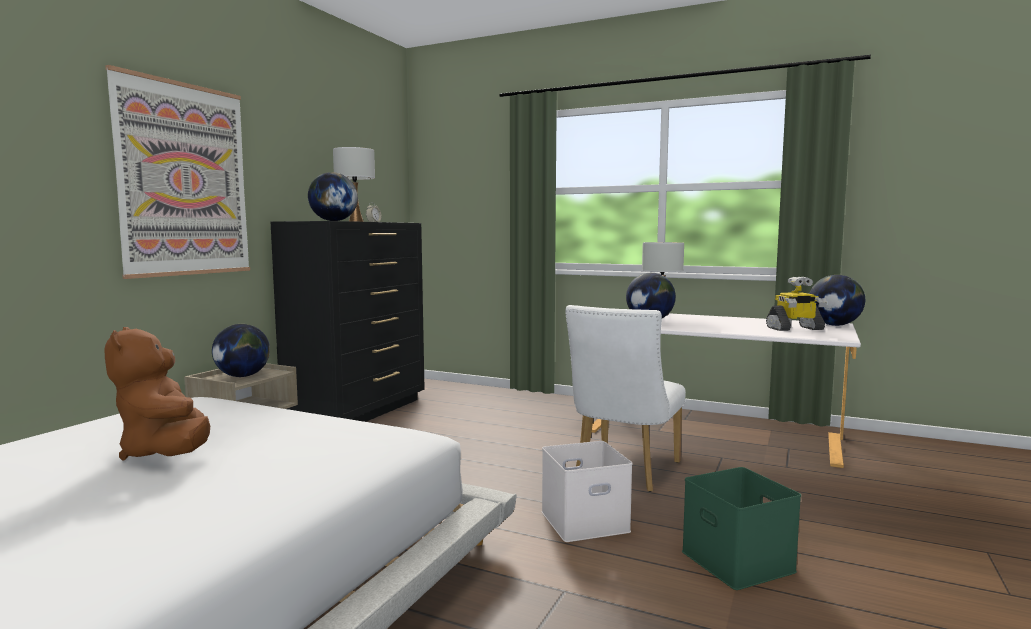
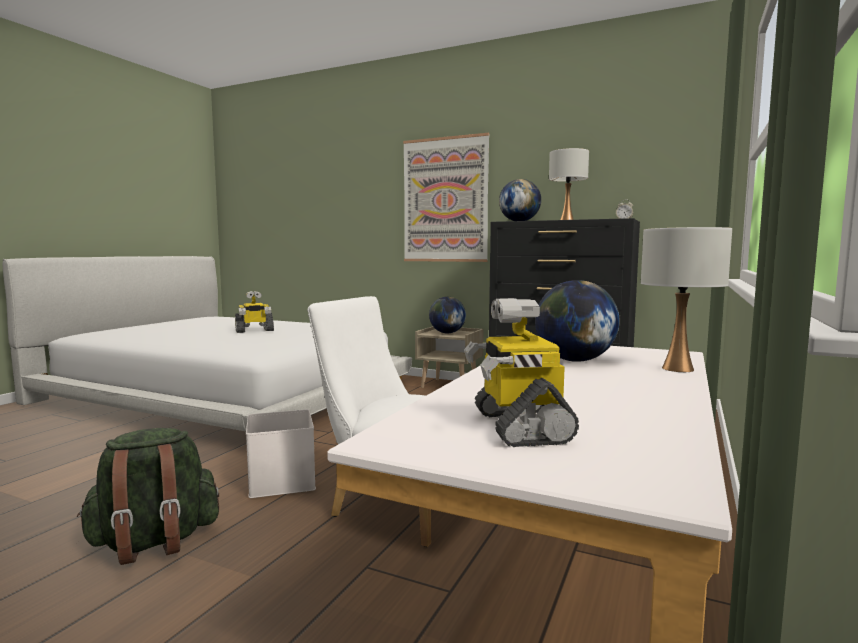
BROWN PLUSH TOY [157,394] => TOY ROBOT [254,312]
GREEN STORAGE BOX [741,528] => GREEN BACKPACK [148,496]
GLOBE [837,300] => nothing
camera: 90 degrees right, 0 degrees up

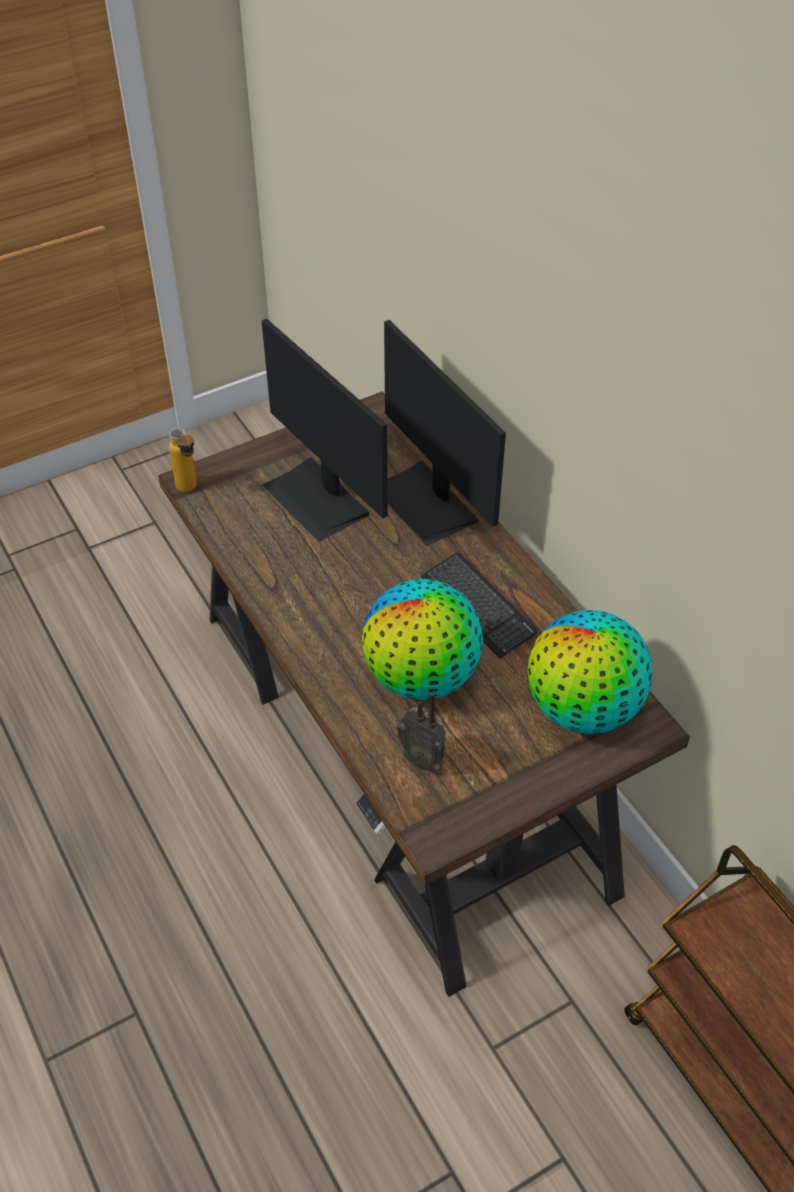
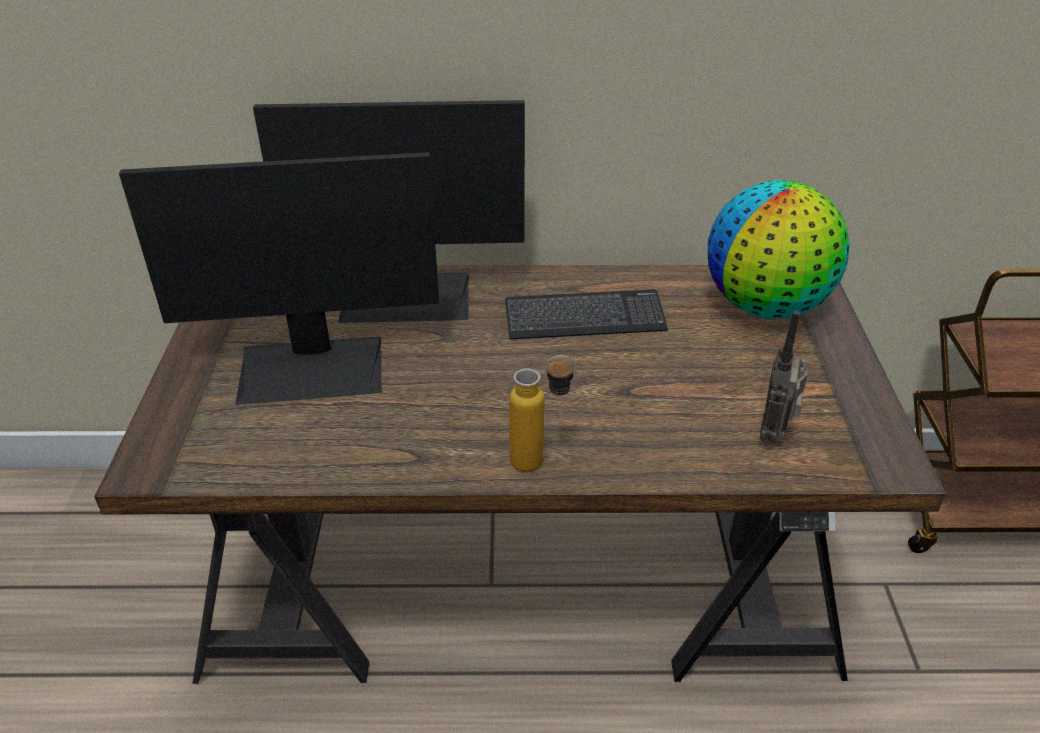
BOTTLE [183,460] => BOTTLE [542,413], shifted
GLOBE [422,639] => nothing
RADIO [421,732] => RADIO [784,376], 135 degrees clockwise
camera: 60 degrees left, 10 degrees down

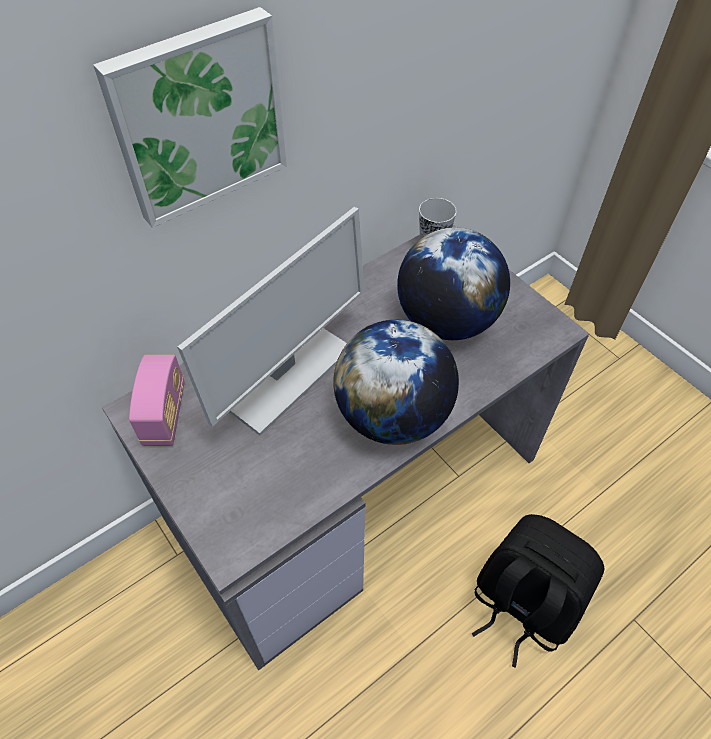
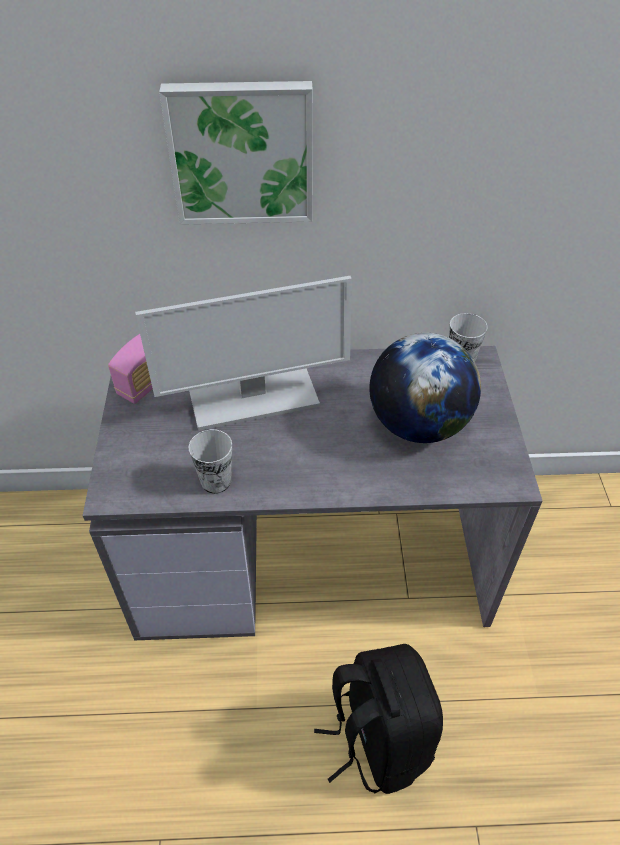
GLOBE [396,382] => nothing
nothing => CUP [210,461]
camera: 35 degrees right, 5 degrees down

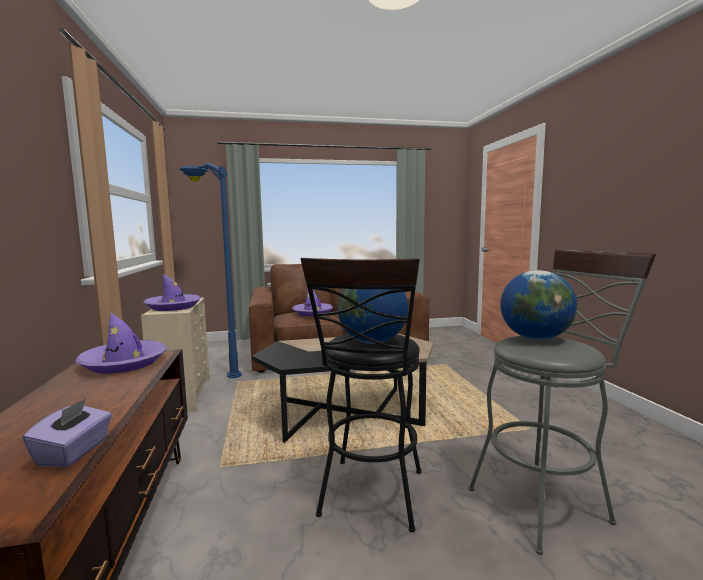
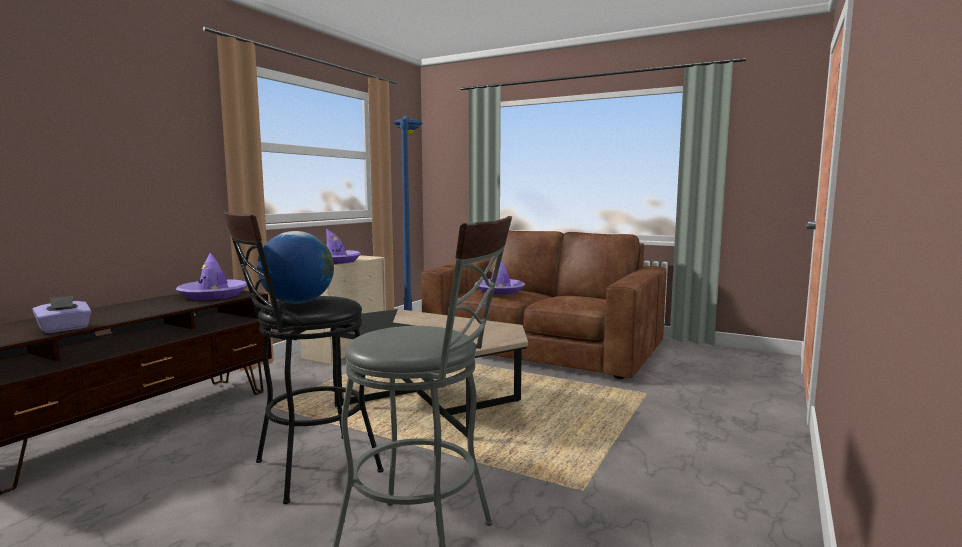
GLOBE [538,305] => nothing
camera: 40 degrees right, 0 degrees up

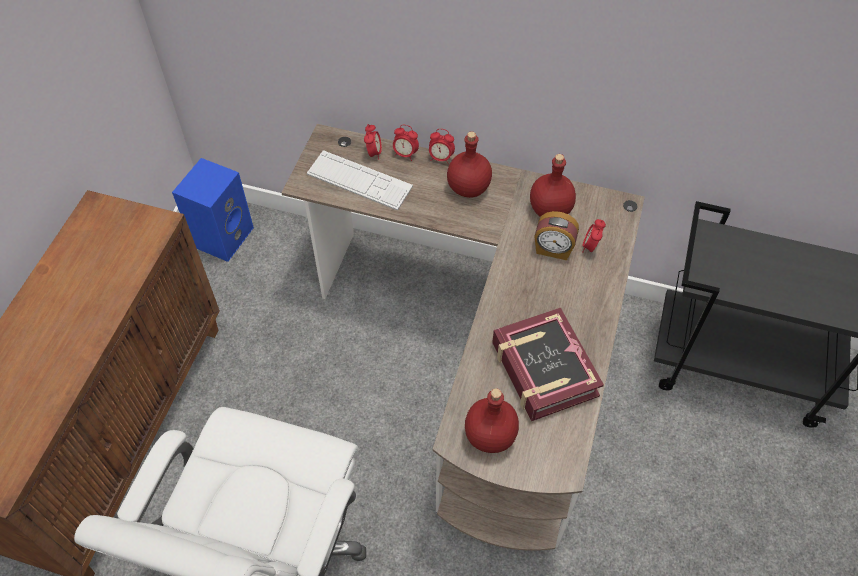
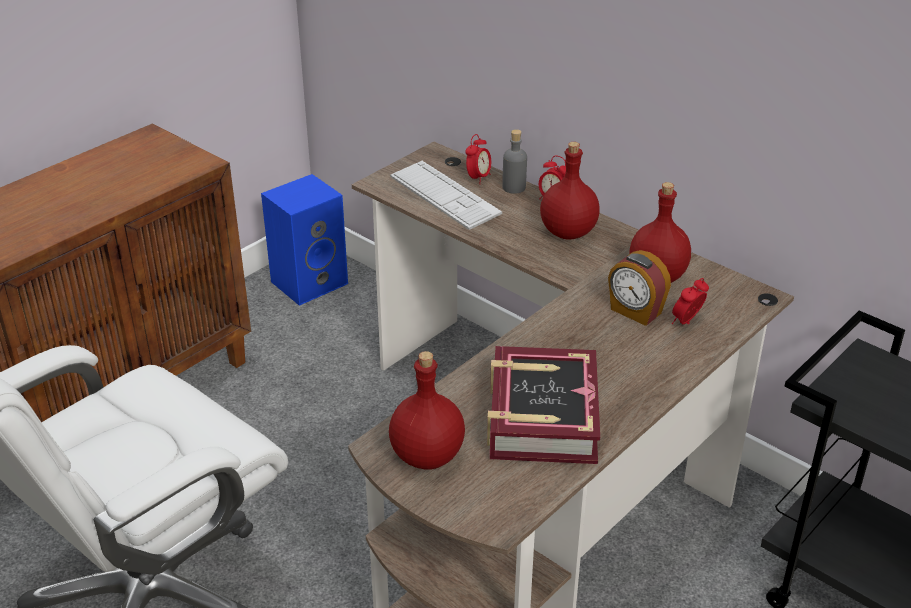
ALARM CLOCK [406,143] => GREY BOTTLE [514,161]
camera: 25 degrees right, 20 degrees down

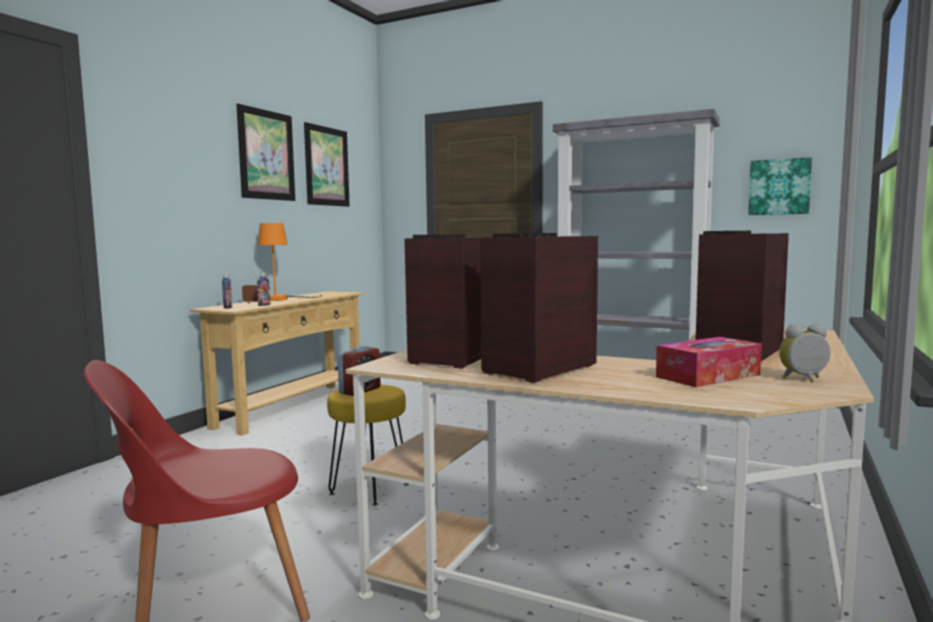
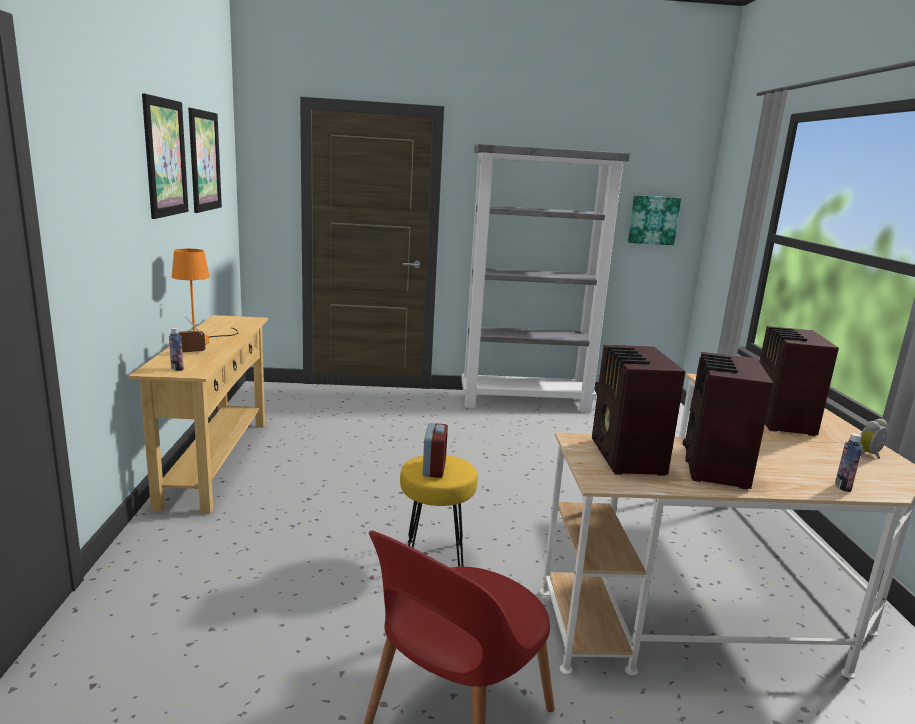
BOTTLE [263,289] => BOTTLE [849,462], shifted
TISSUE BOX [709,362] => nothing
camera: 30 degrees left, 10 degrees up

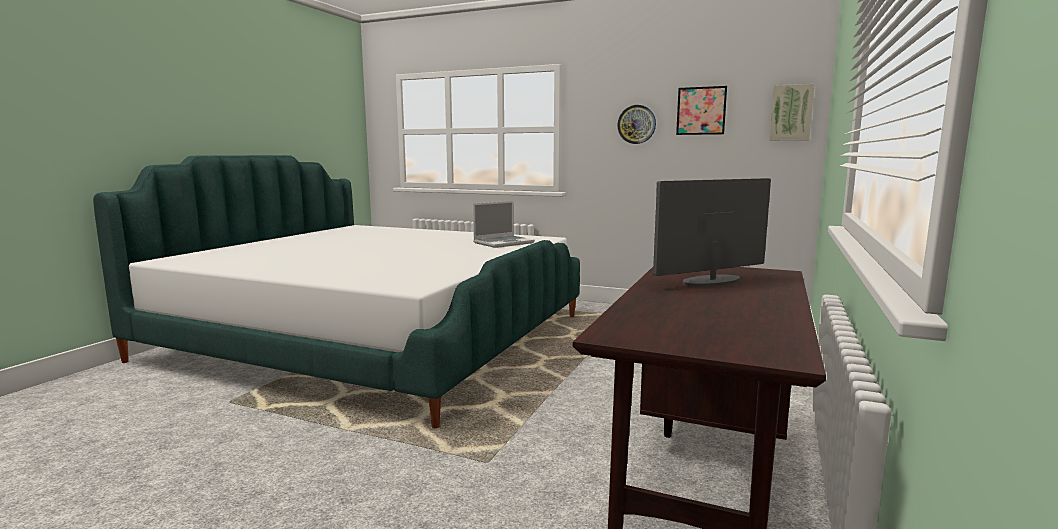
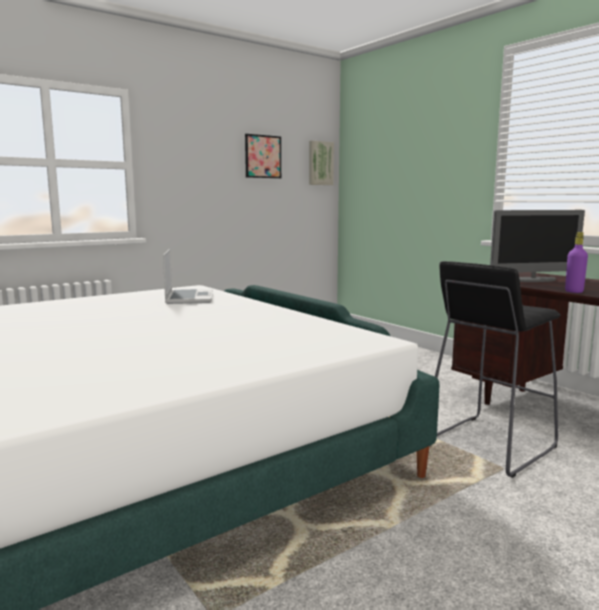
WALL CLOCK [637,124] => nothing
MONITOR [712,232] => MONITOR [537,246], 105 degrees counterclockwise
nothing => BLACK STOOL [498,369]
nothing => PURPLE BOTTLE [576,262]
camera: 60 degrees left, 0 degrees up

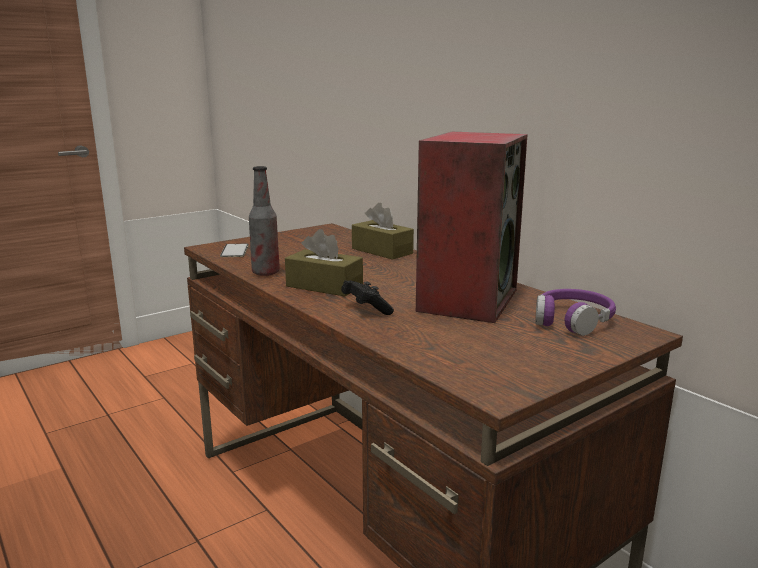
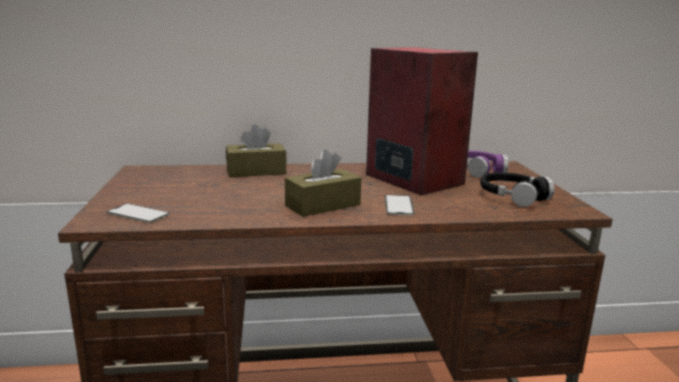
BOTTLE [264,221] => nothing
BLACK GAME CONTROLLER [367,297] => PHONE [400,205]
nothing => BLACK HEADPHONES [517,189]
camera: 60 degrees left, 0 degrees up

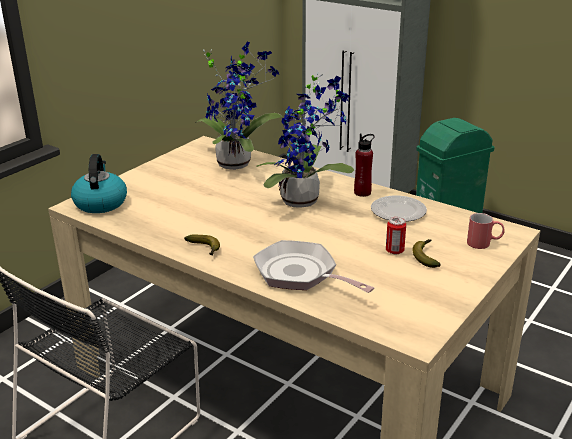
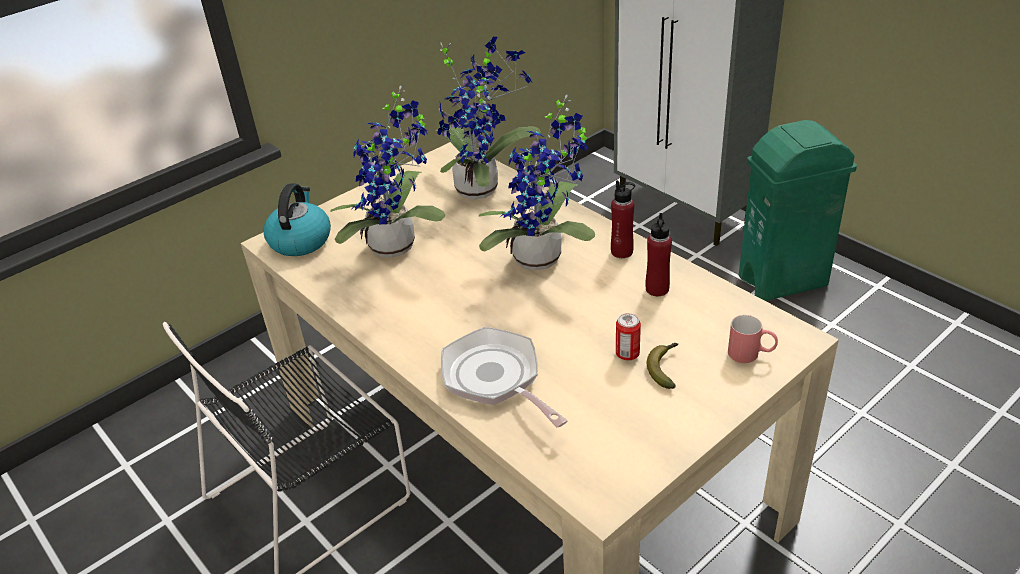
BANANA [202,245] => nothing
PLATE [399,209] => RED BOTTLE [658,254]
nothing => POTTED PLANT [387,171]
camera: 15 degrees right, 10 degrees up

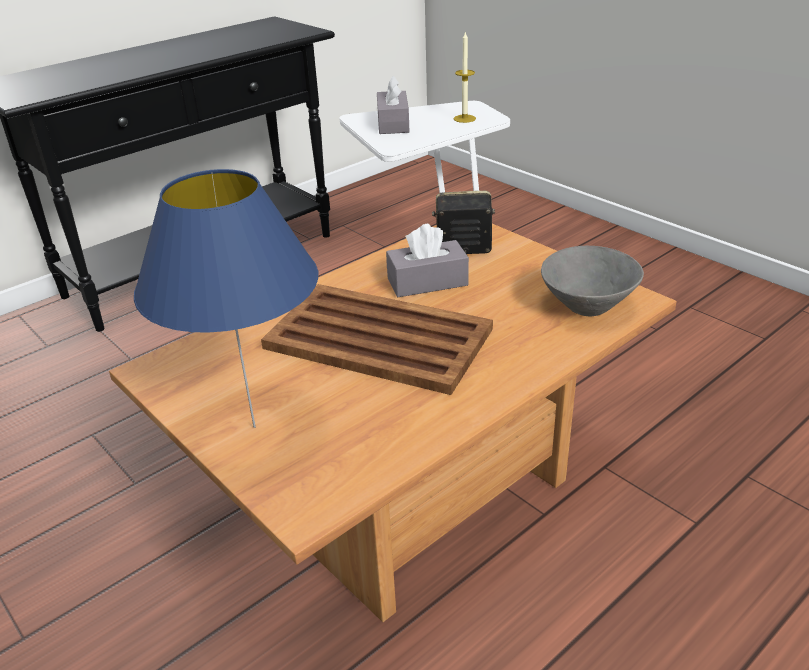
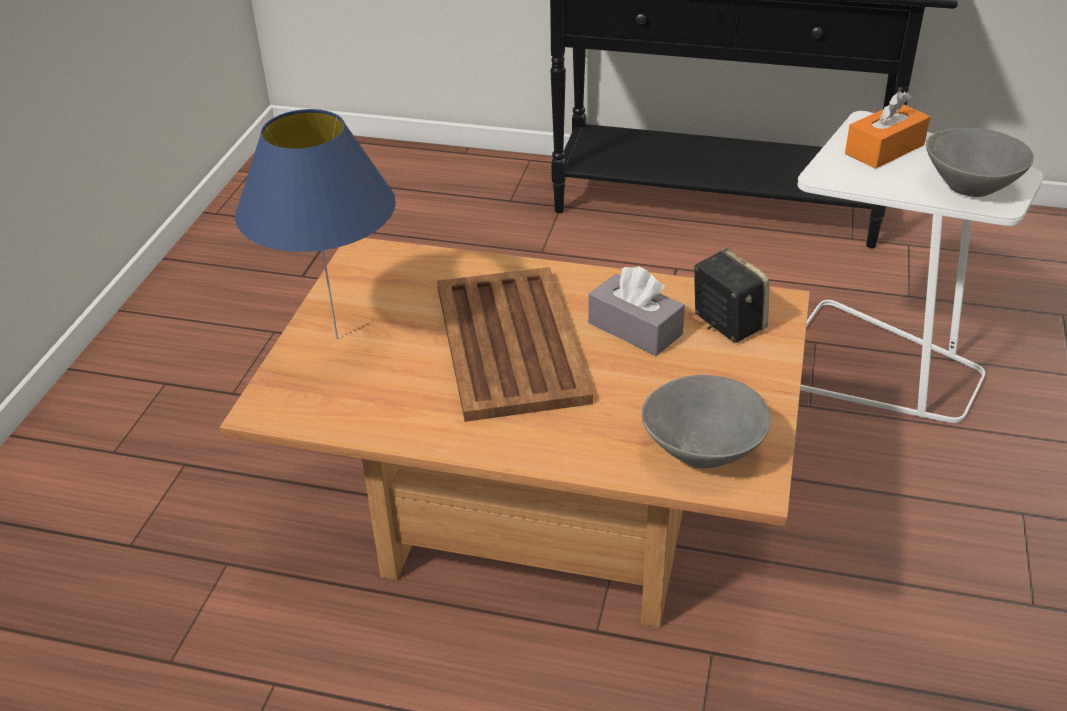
GREY TISSUE BOX [393,104] => ORANGE TISSUE BOX [887,130]
CANDLE [465,77] => GREY BOWL [980,162]
camera: 55 degrees right, 5 degrees up

